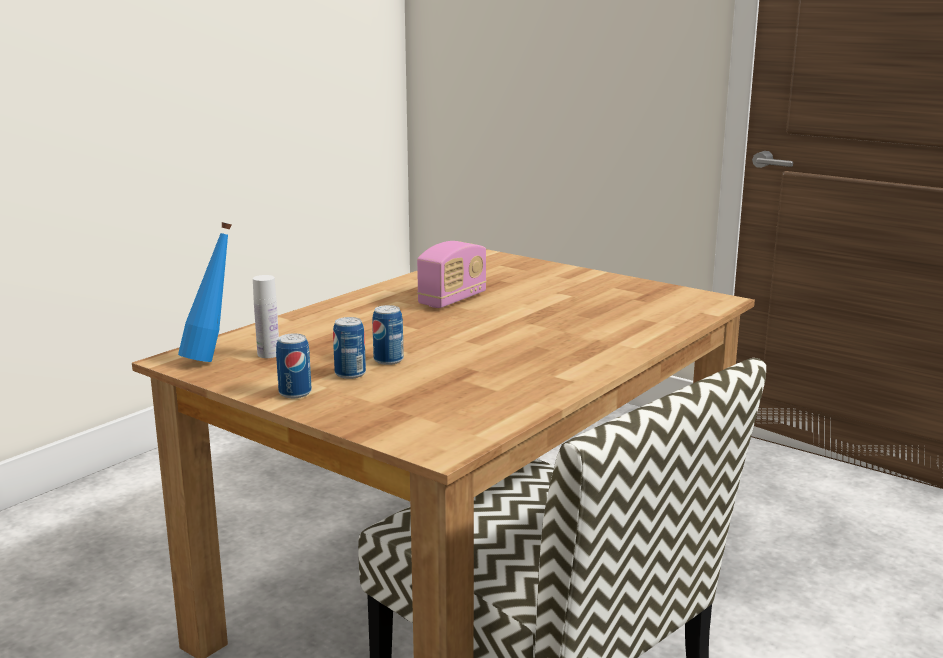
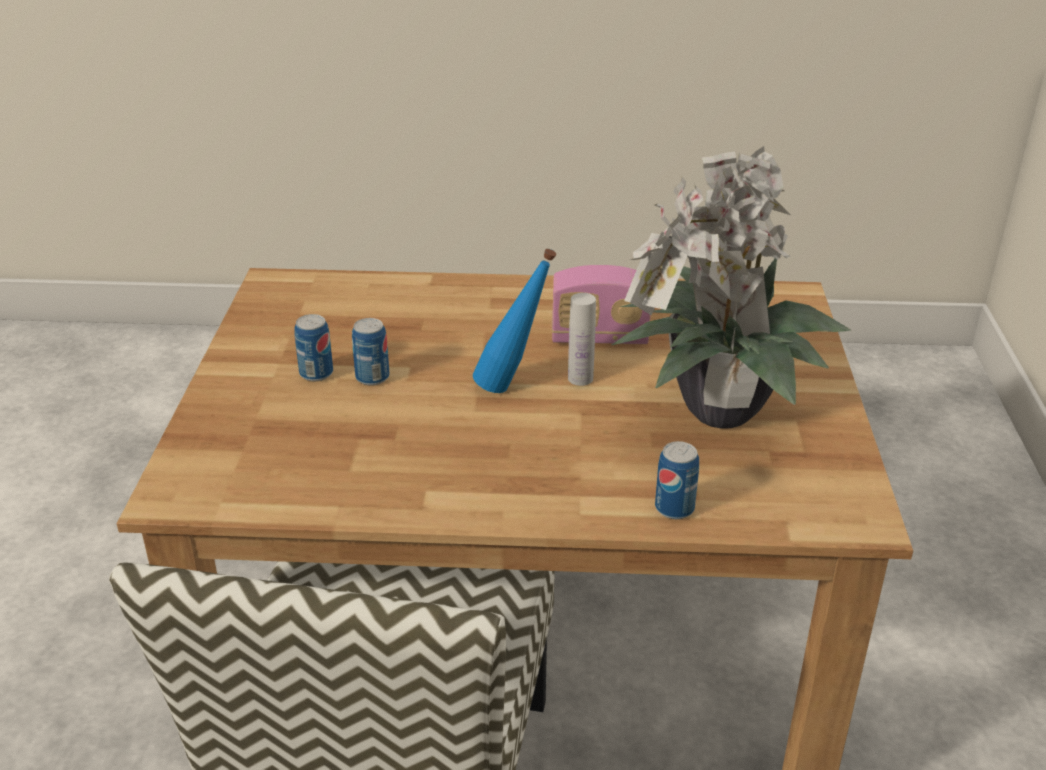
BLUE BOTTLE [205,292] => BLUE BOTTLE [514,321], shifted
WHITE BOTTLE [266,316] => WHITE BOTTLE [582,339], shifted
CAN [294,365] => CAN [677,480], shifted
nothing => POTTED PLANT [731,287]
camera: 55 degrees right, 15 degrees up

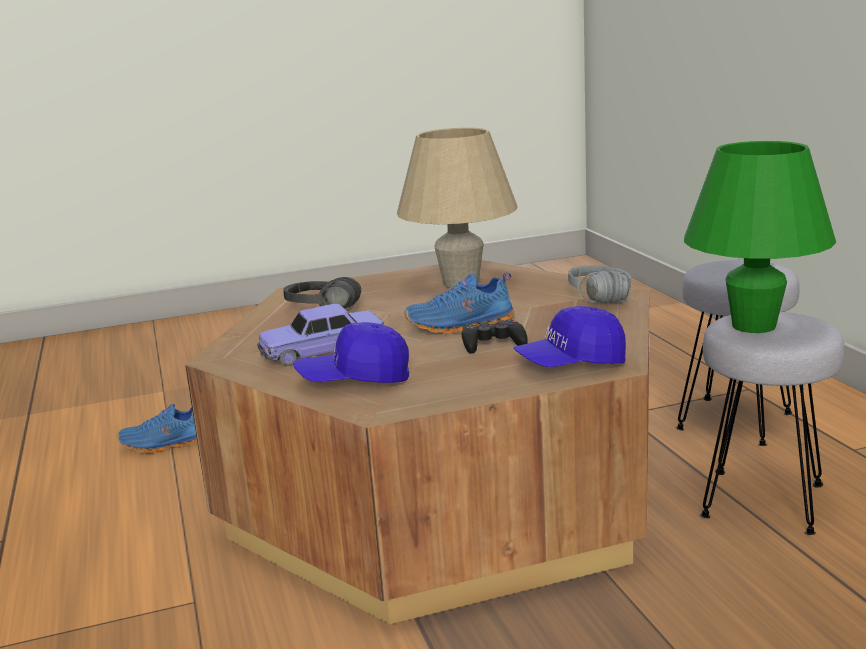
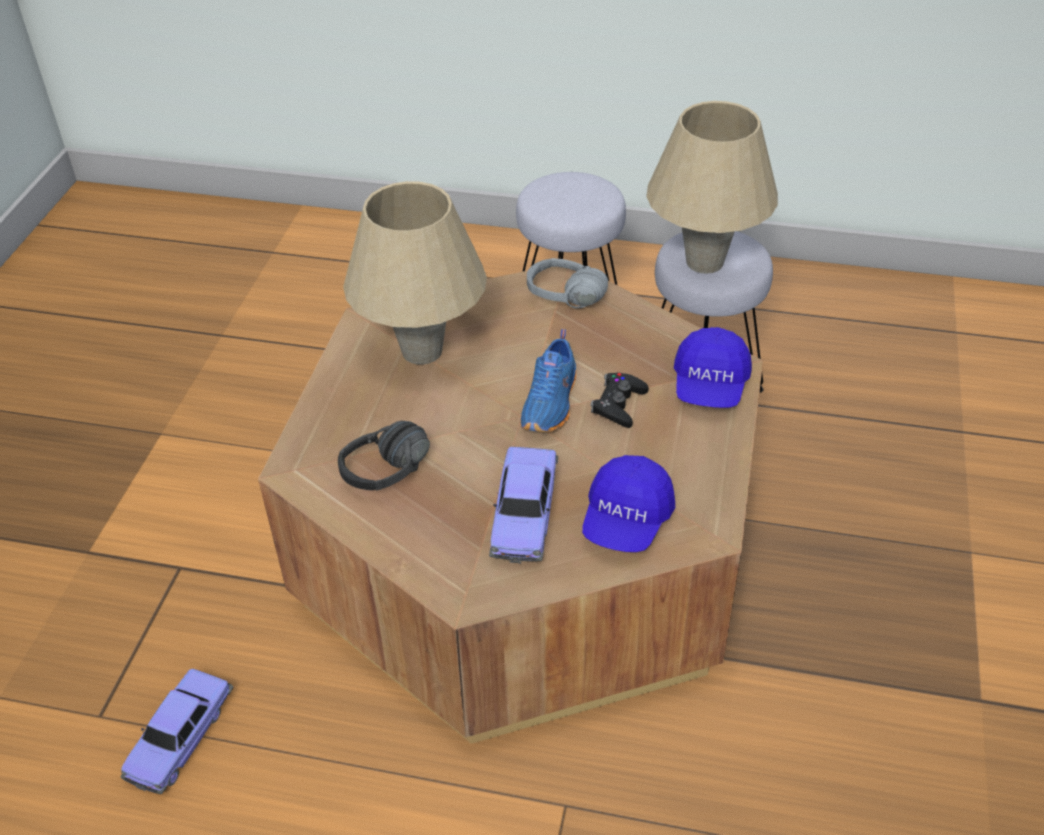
BLUE SHOE [158,429] => TOY CAR [177,731]
GREEN TABLE LAMP [760,237] => BEIGE TABLE LAMP [712,187]
camera: 60 degrees left, 25 degrees up

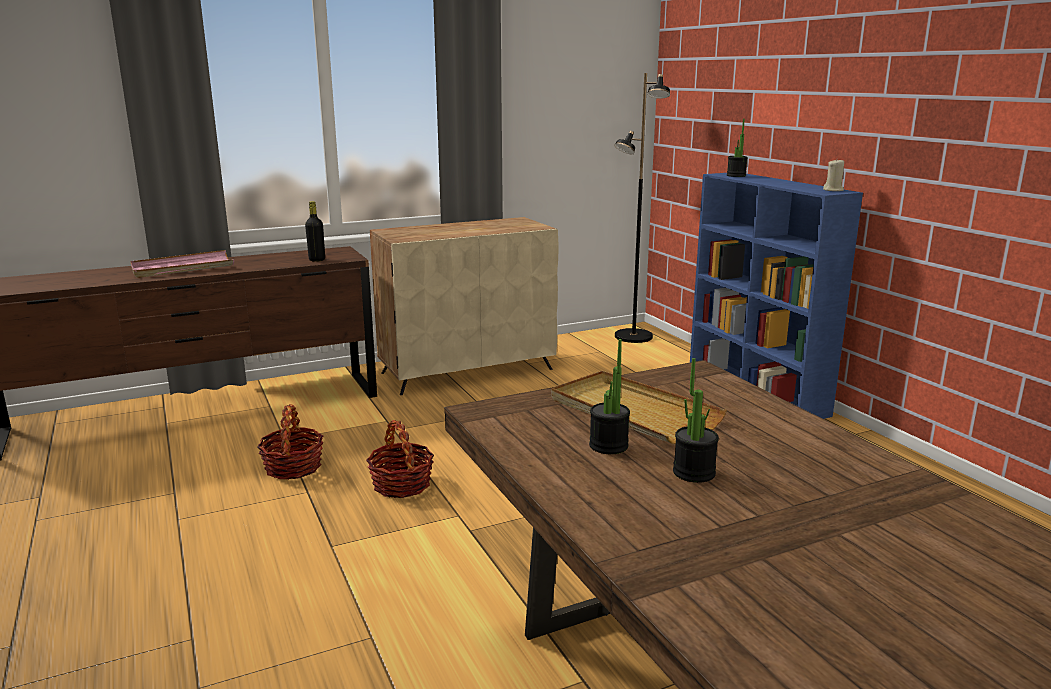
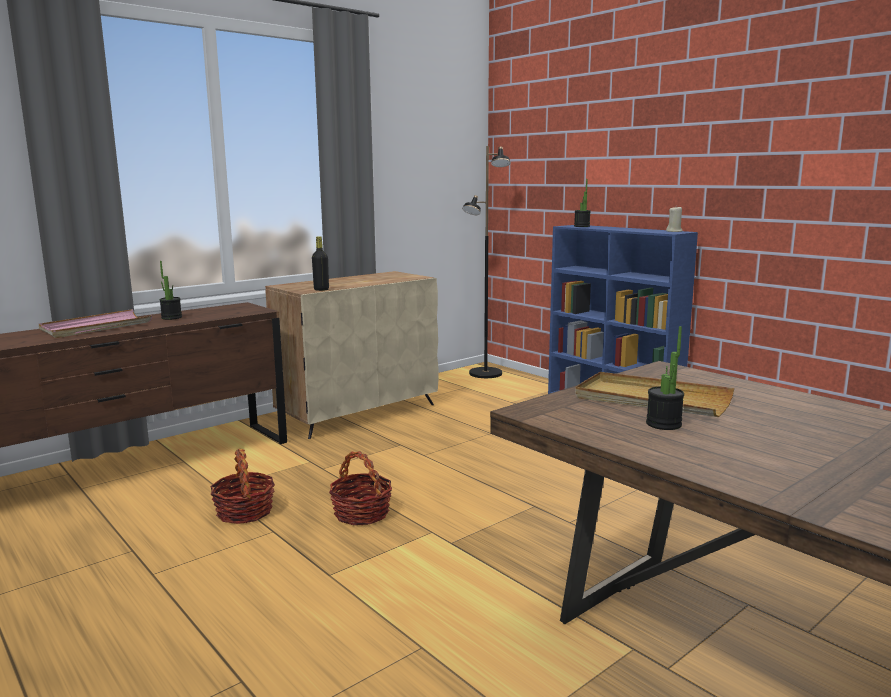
BLACK BOTTLE [315,231] => BLACK BOTTLE [320,263], shifted
POTTED PLANT [696,420] => POTTED PLANT [171,290], shifted
camera: 15 degrees left, 5 degrees down

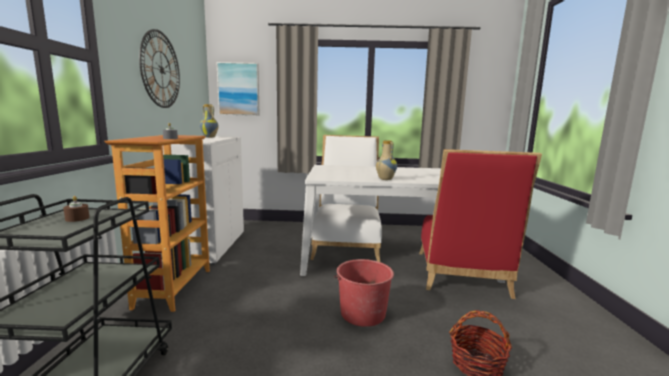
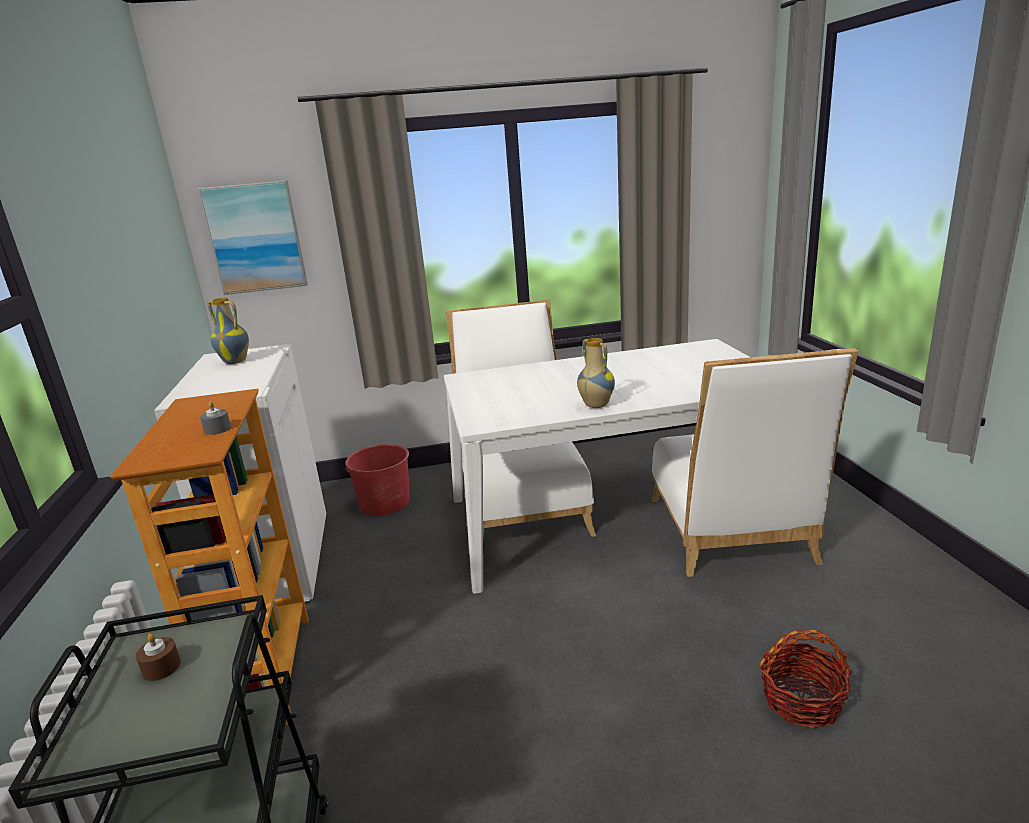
WALL CLOCK [159,68] => nothing
RED BUCKET [364,293] => RED BUCKET [376,480], shifted
RED CHAIR [480,224] => WHITE CHAIR [755,462]
camera: 10 degrees left, 10 degrees up

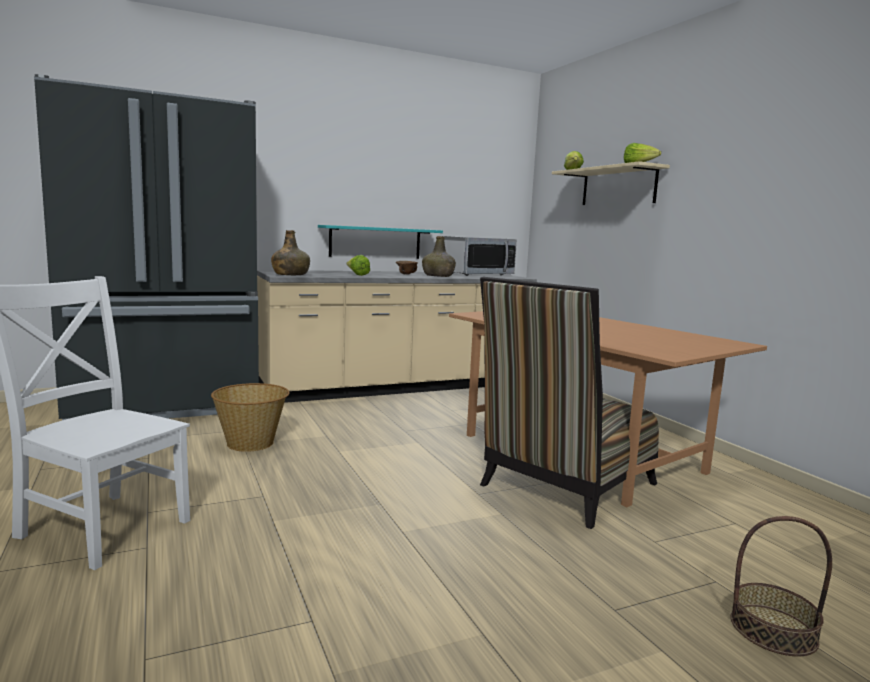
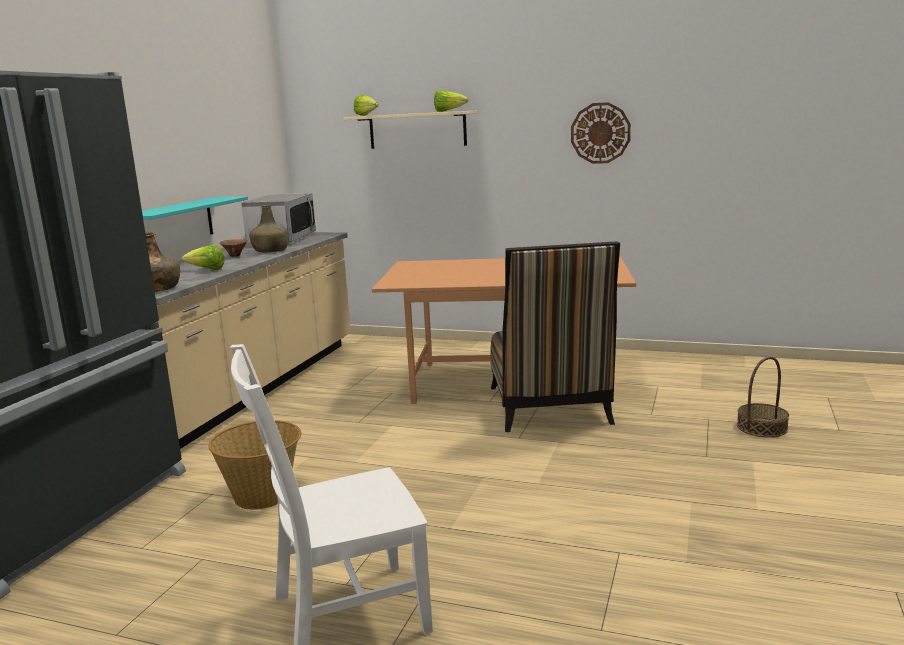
nothing => WALL CLOCK [601,133]
camera: 45 degrees left, 5 degrees up

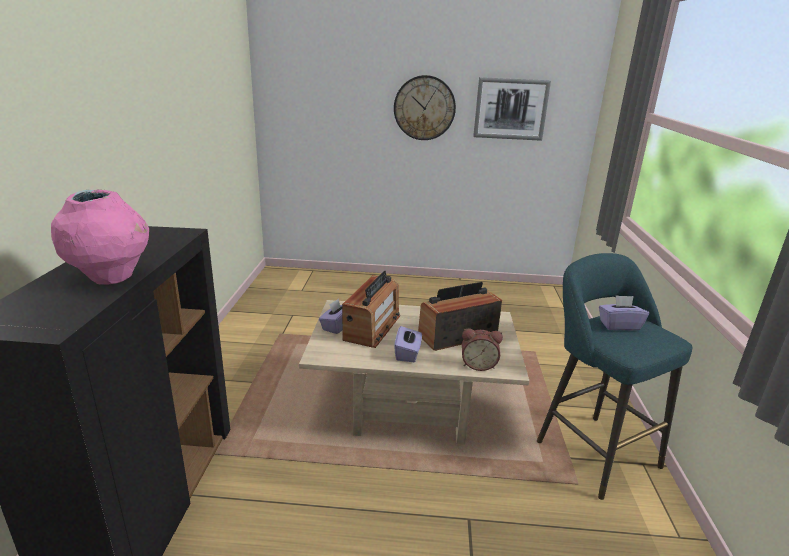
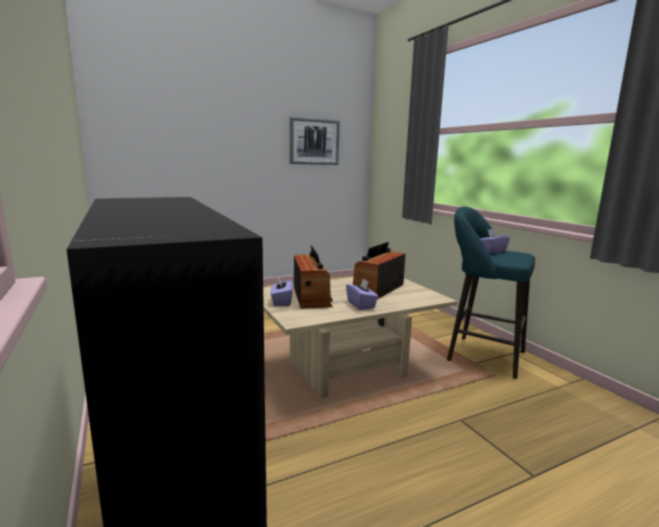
PINK VASE [100,237] => nothing
WALL CLOCK [425,107] => nothing
ALARM CLOCK [482,349] => nothing
camera: 30 degrees left, 10 degrees down

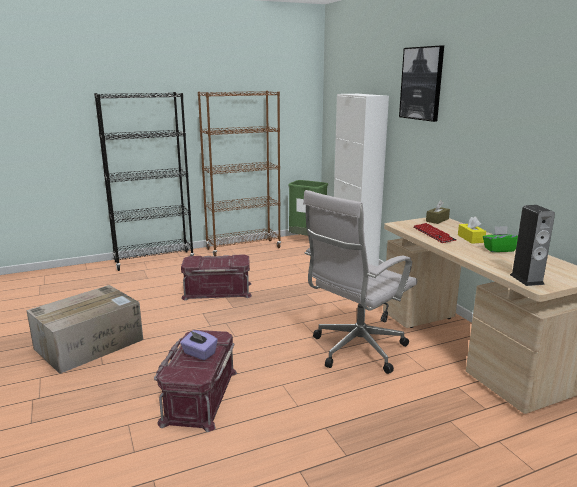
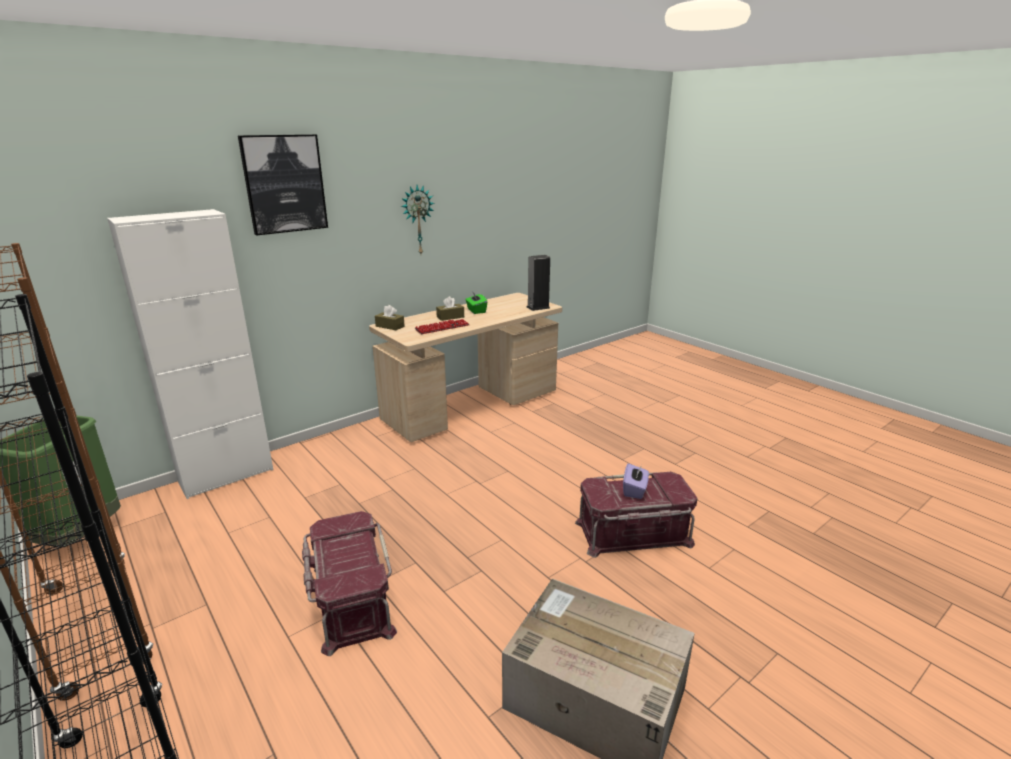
WHITE OFFICE CHAIR [360,282] => nothing
YELLOW TISSUE BOX [472,230] => BROWN TISSUE BOX [450,308]
nothing => WALL CLOCK [417,219]
camera: 105 degrees left, 5 degrees up

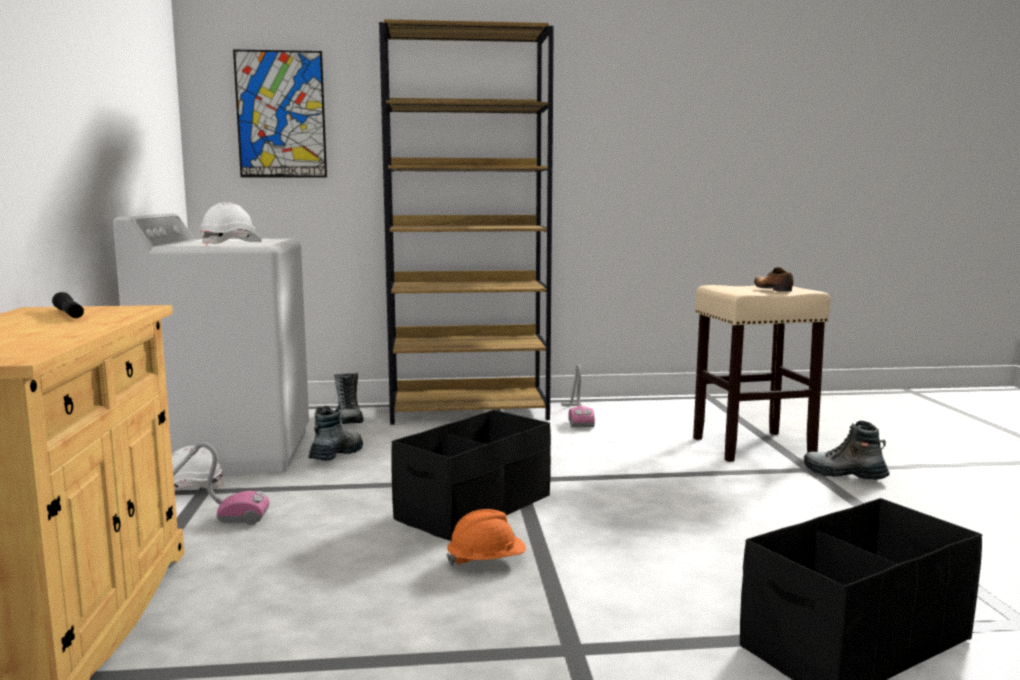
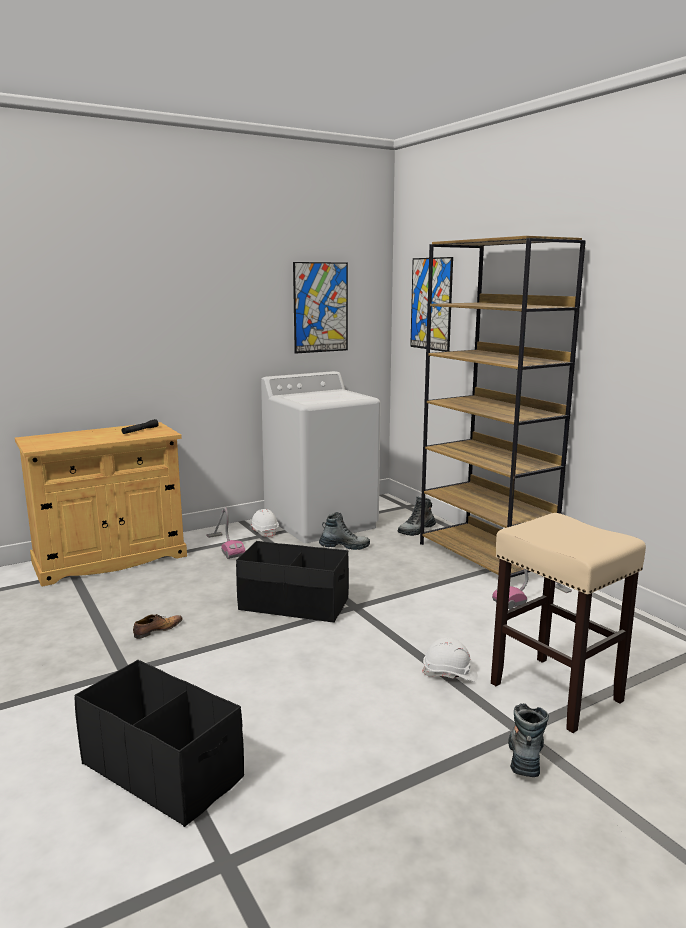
WHITE HARD HAT [231,224] => WHITE HARD HAT [450,660], shifted
ORANGE HARD HAT [486,537] => nothing
SHOE [773,279] => SHOE [158,626], shifted
nothing => PICTURE [320,308]
camera: 65 degrees right, 5 degrees up

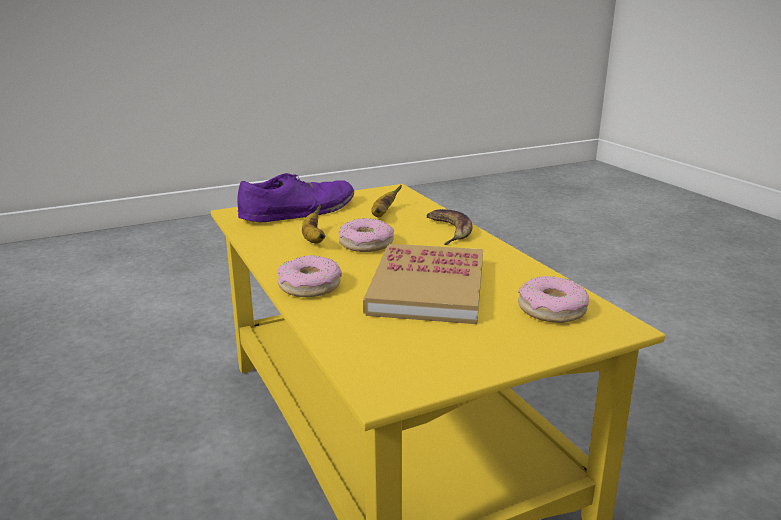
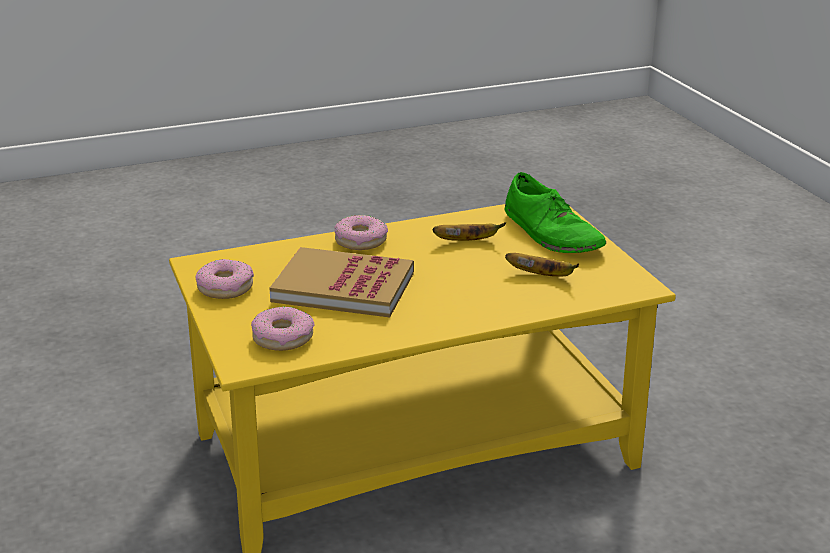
PURPLE SHOE [295,197] => GREEN SHOE [555,212]
DONUT [366,235] => DONUT [225,279], shifted
BANANA [449,227] => nothing
camera: 95 degrees right, 5 degrees up

